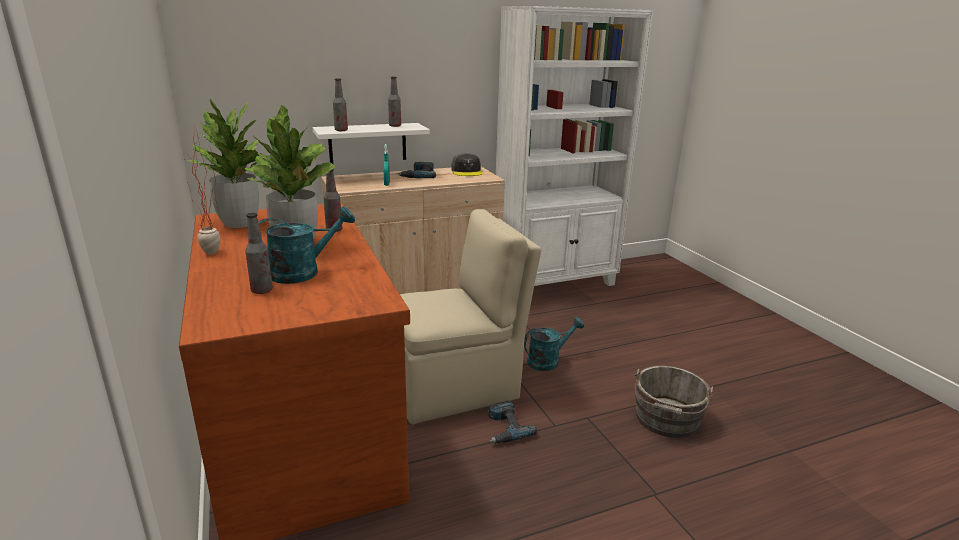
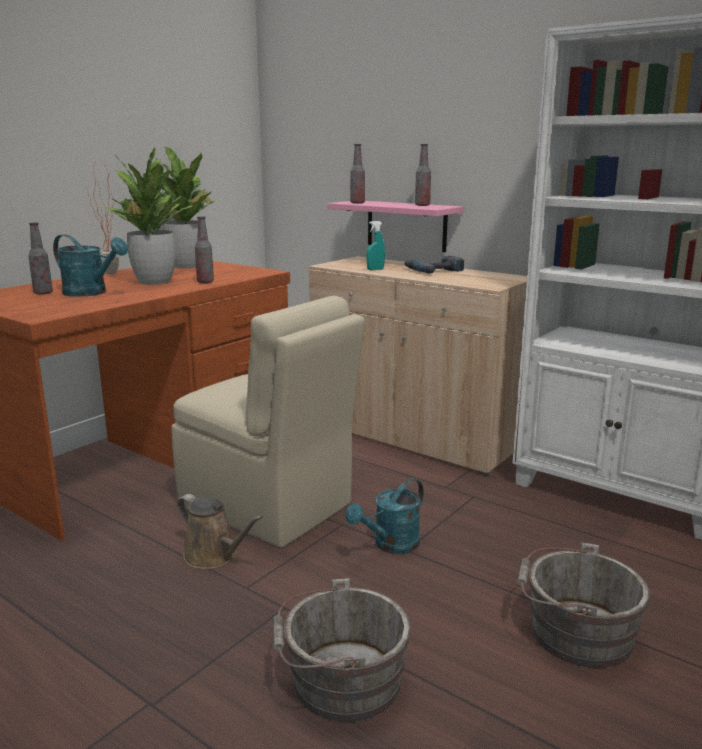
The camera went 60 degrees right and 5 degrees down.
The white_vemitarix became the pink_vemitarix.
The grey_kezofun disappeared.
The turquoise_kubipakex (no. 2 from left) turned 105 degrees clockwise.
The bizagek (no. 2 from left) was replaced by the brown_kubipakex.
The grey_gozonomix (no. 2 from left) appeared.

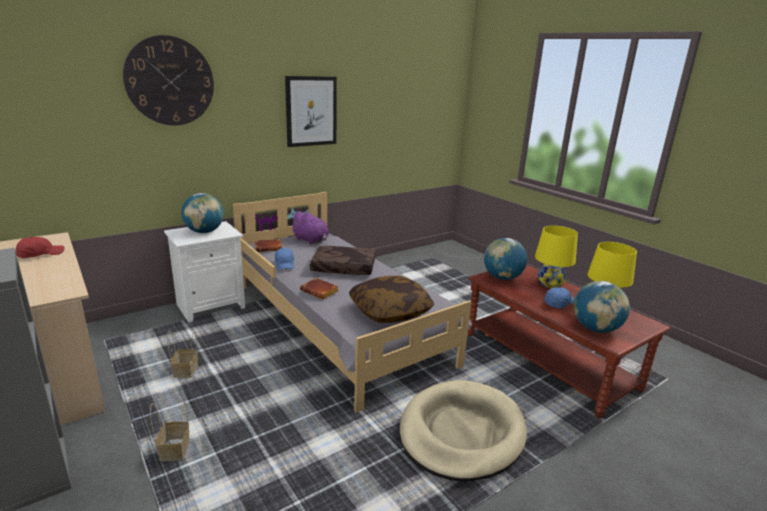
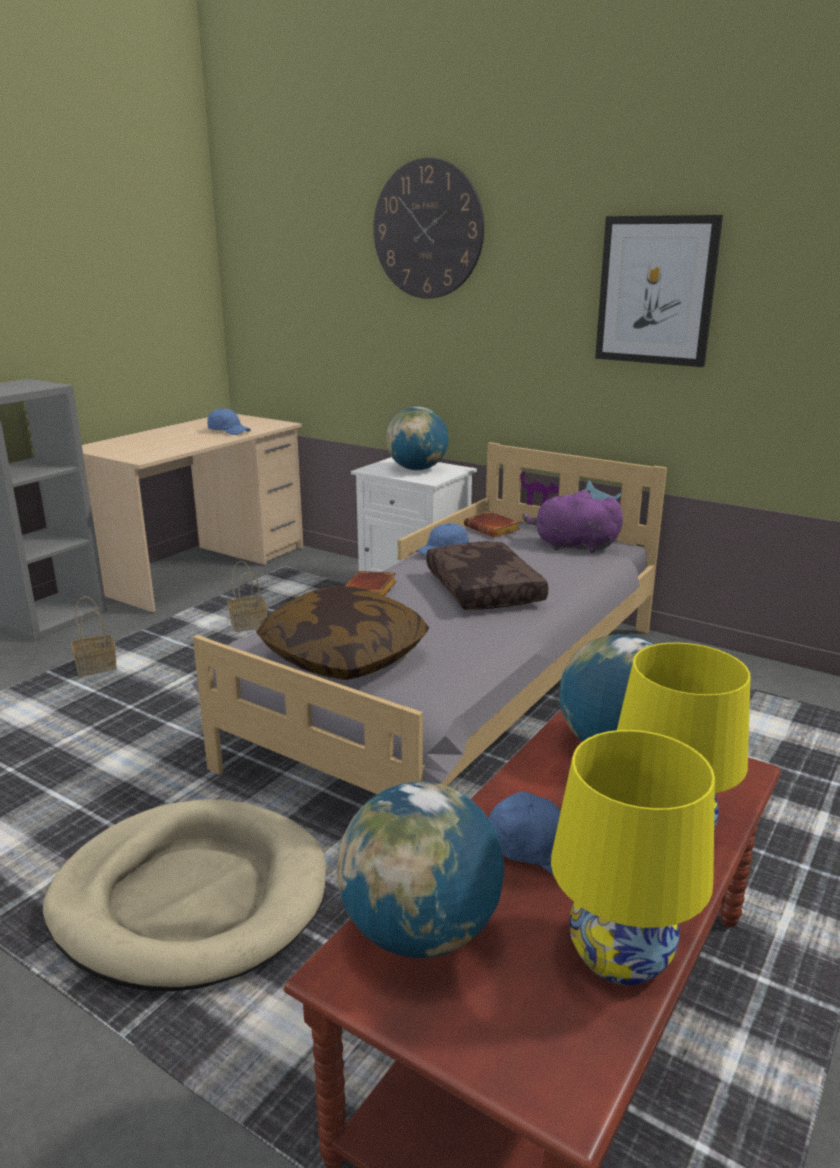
The camera went 70 degrees right and 0 degrees up.
The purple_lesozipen turned 90 degrees clockwise.
The red_kezofun became the blue_kezofun (no. 1 from left).

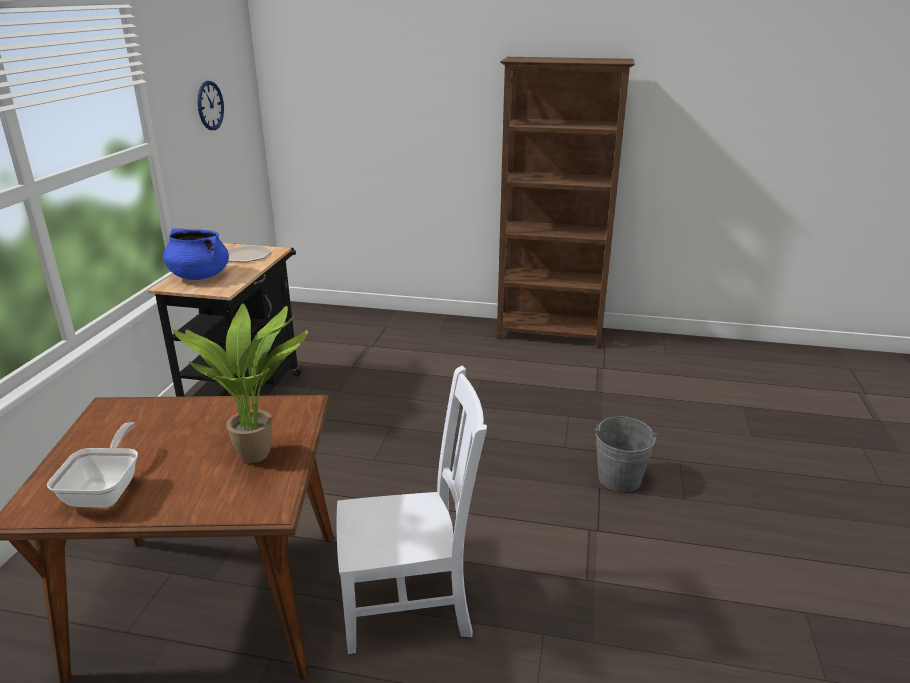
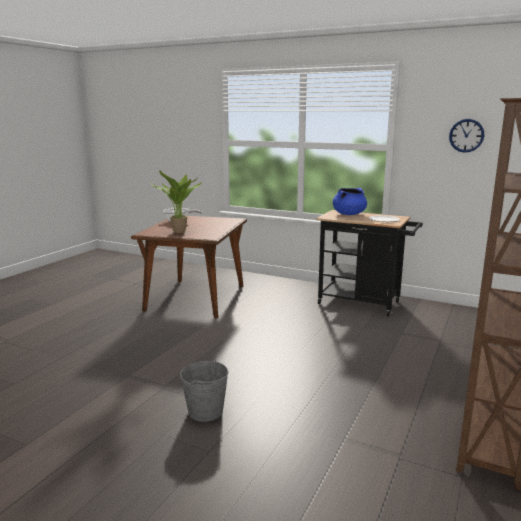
The camera went 105 degrees right and 10 degrees down.
The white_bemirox disappeared.

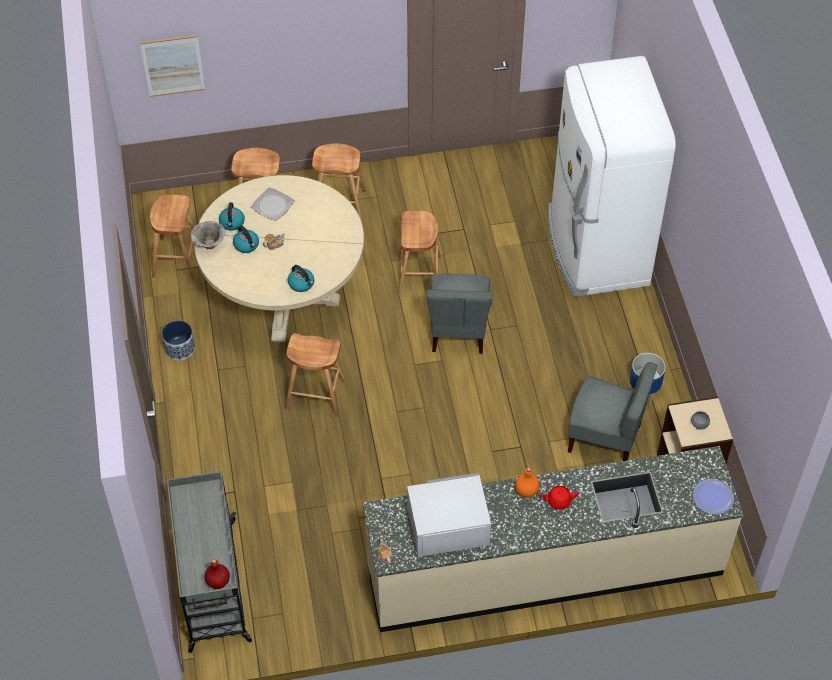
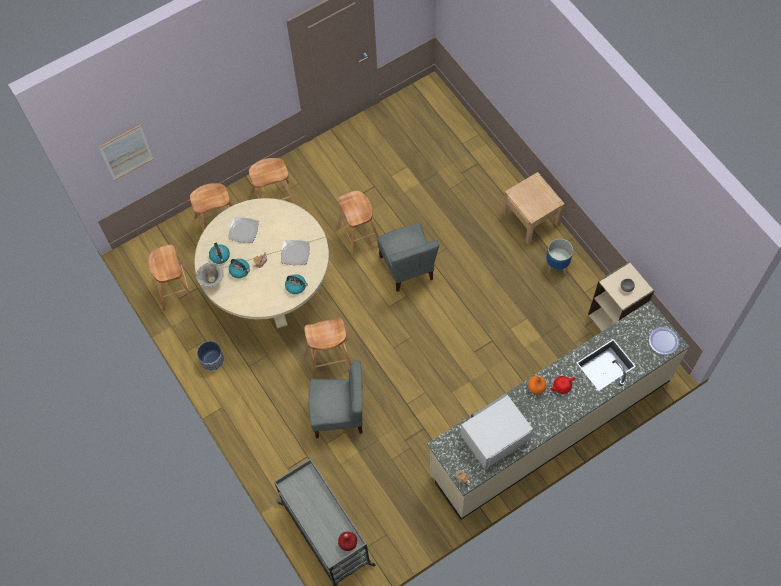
The camera went 20 degrees left and 10 degrees up.
The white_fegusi disappeared.
The grey_bemirox (no. 2 from left in the first image) moved.
The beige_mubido appeared.
The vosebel (no. 2 from left) appeared.

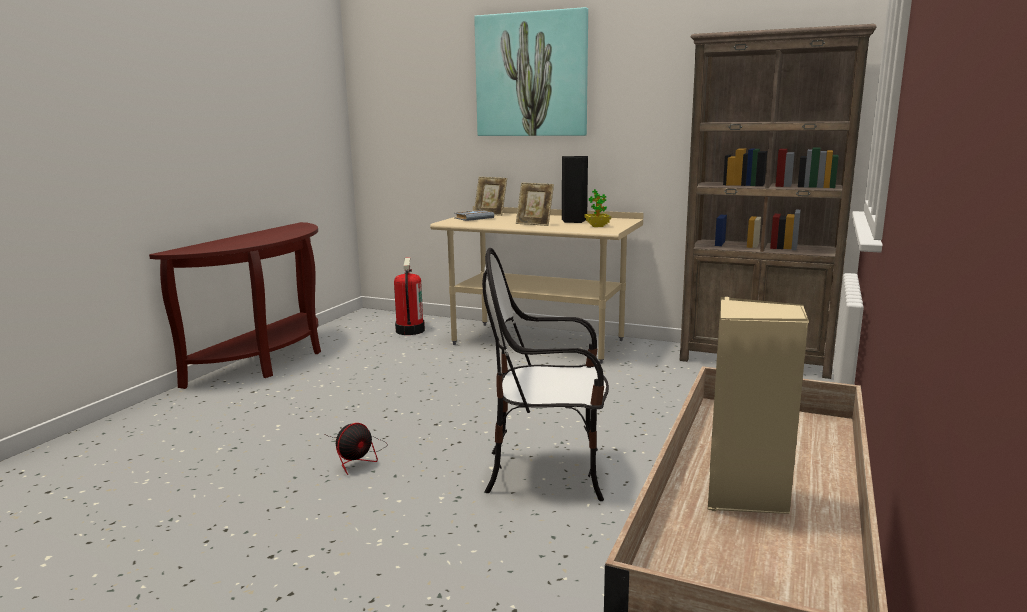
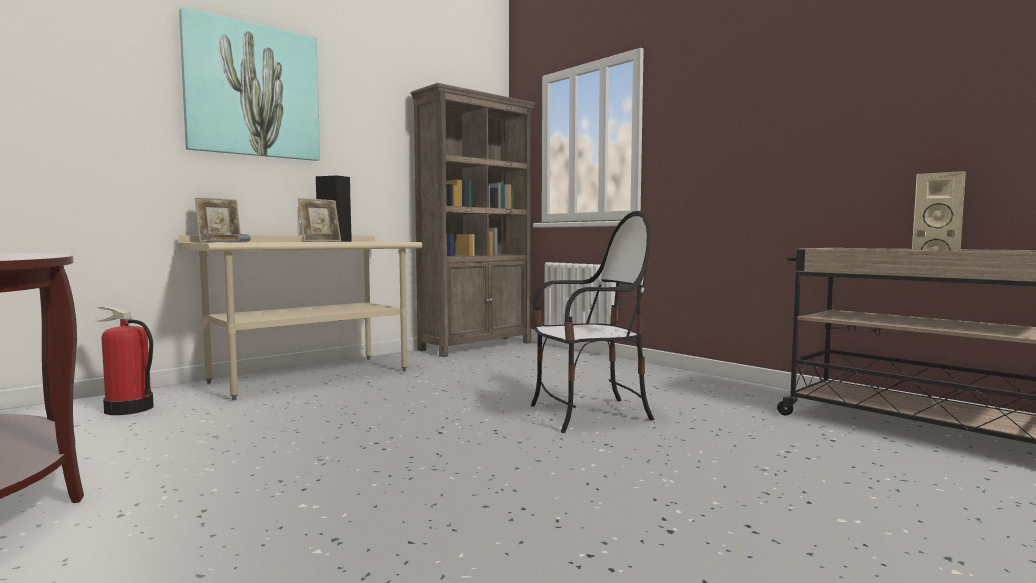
The camera went 65 degrees left and 10 degrees down.
The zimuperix disappeared.
The bemirox turned 135 degrees counterclockwise.
The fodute disappeared.

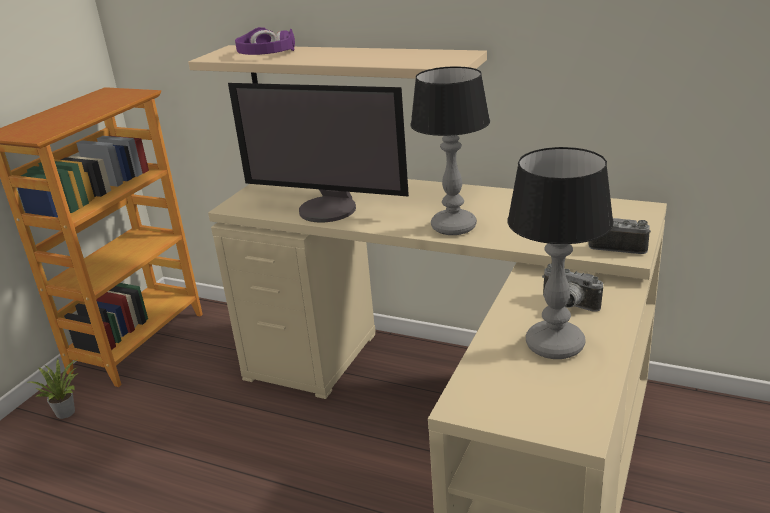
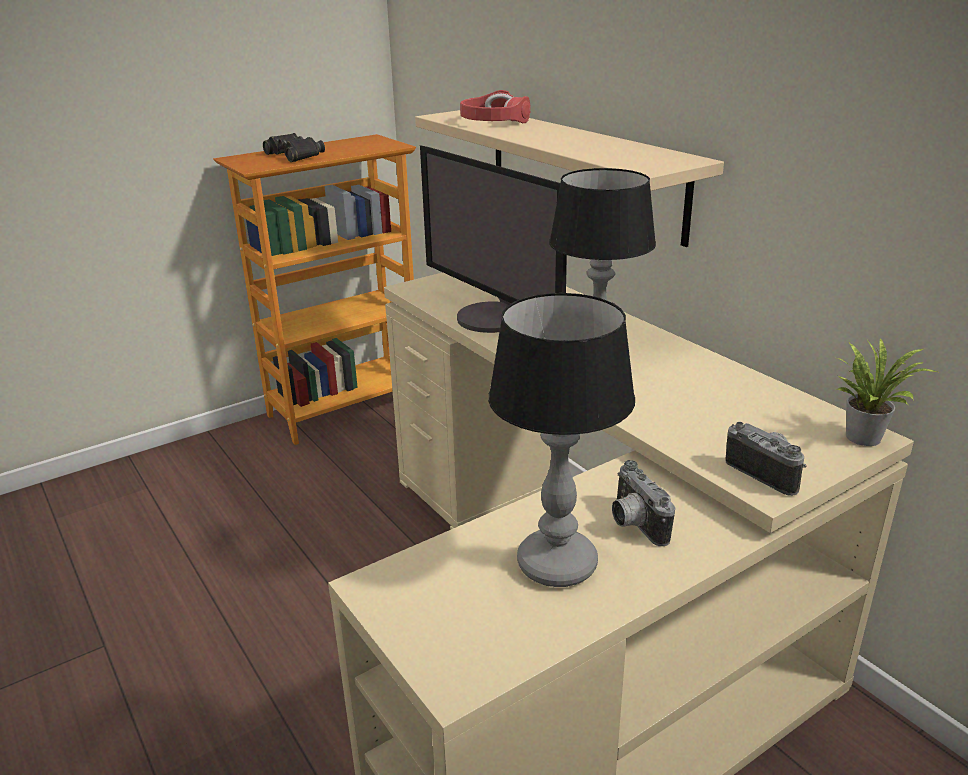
The camera went 30 degrees right and 0 degrees up.
The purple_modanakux became the red_modanakux.
The zimuperix moved.
The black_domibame appeared.

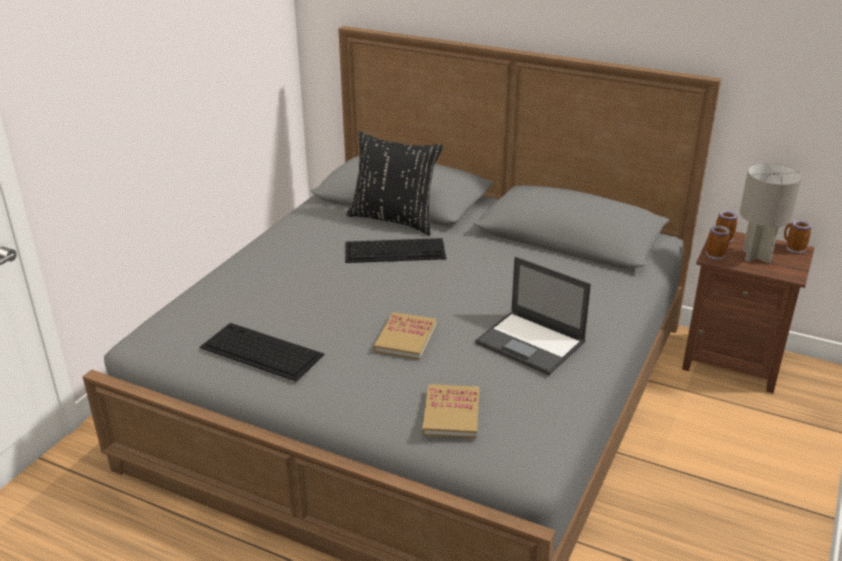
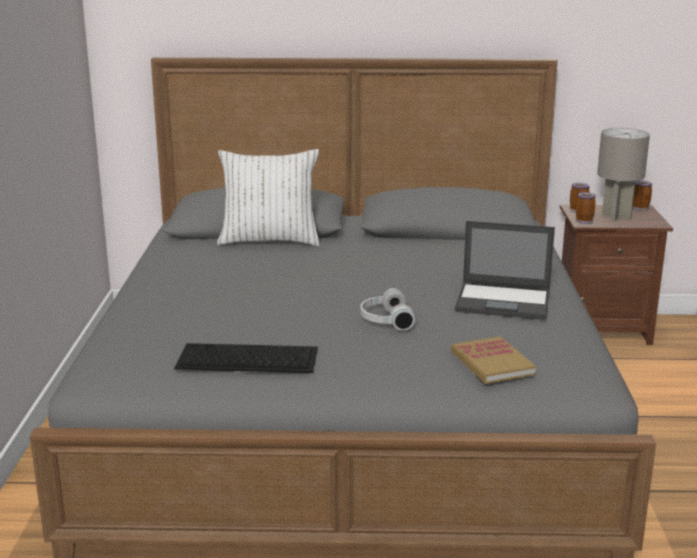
The camera went 25 degrees left and 10 degrees down.
The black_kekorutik became the white_kekorutik.
The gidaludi (no. 2 from left) disappeared.
The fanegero (no. 1 from left) was replaced by the white_modanakux.

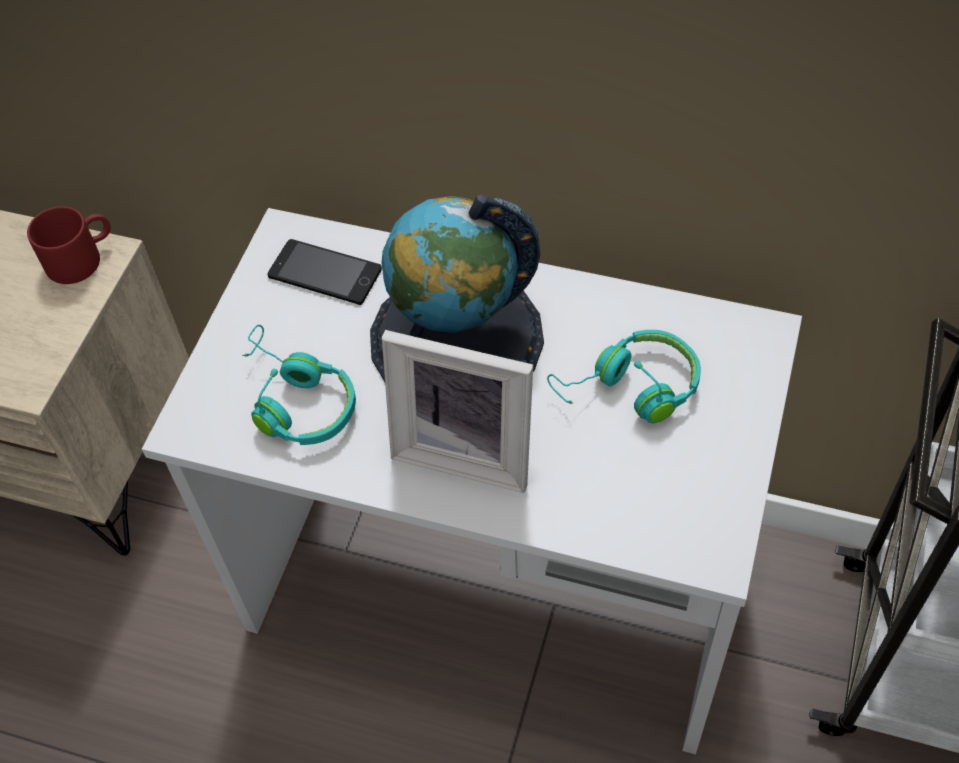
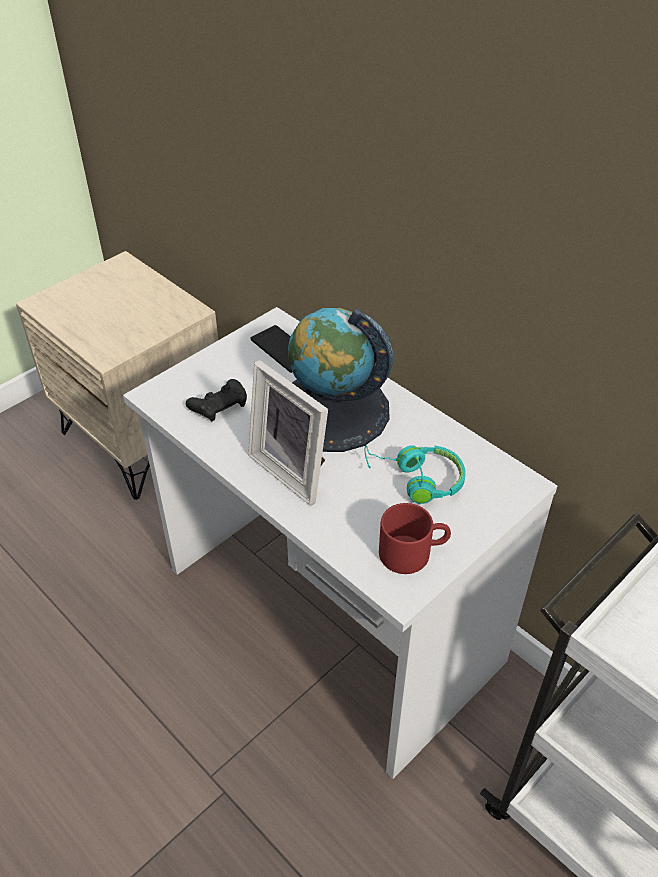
The camera went 25 degrees right and 10 degrees down.
The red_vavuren moved.
The turquoise_modanakux (no. 1 from left) was replaced by the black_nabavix.

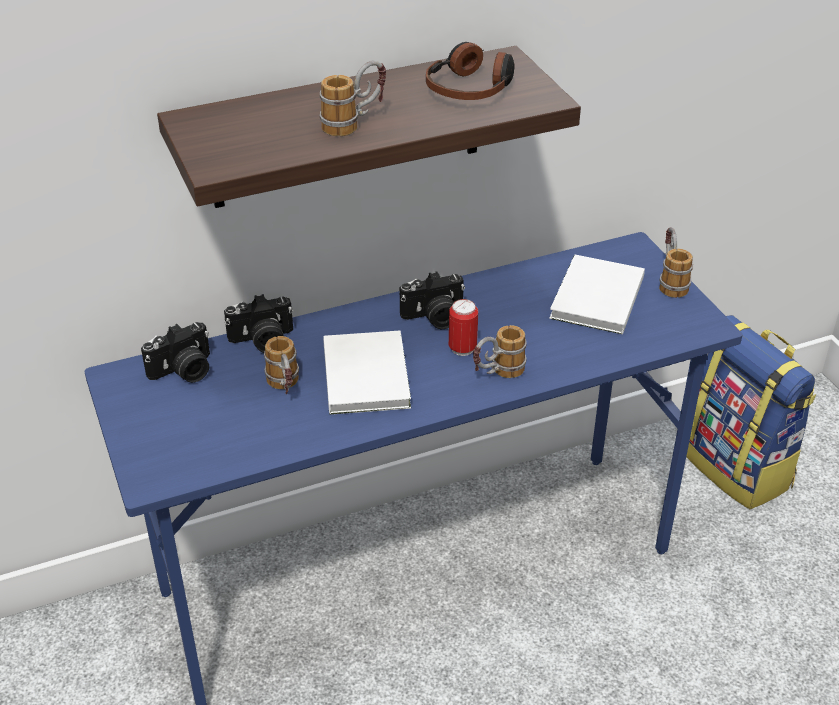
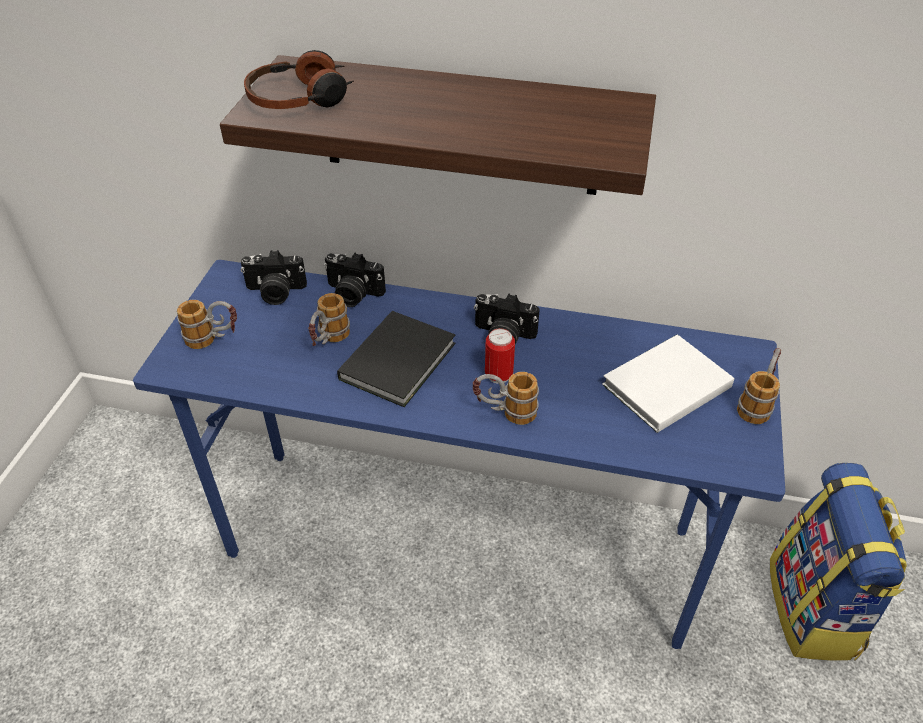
The camera went 35 degrees right and 5 degrees up.
The modanakux moved.
The vavuren (no. 2 from left in the first image) moved.
The white_fanegero (no. 1 from left) became the black_fanegero.

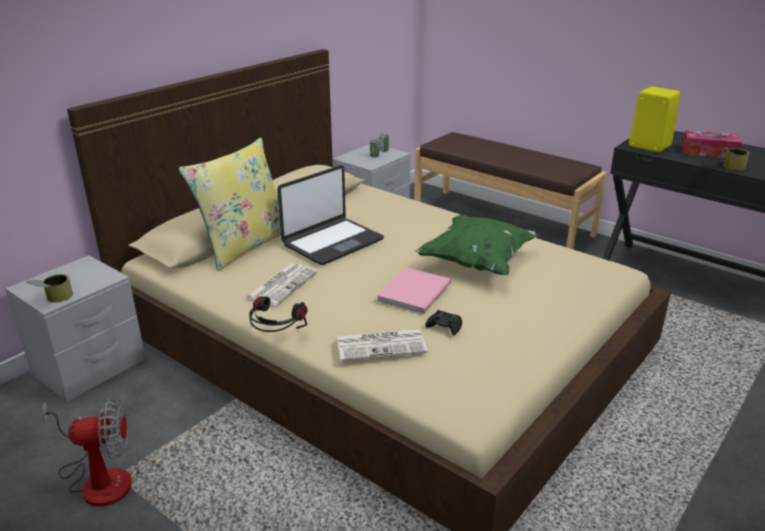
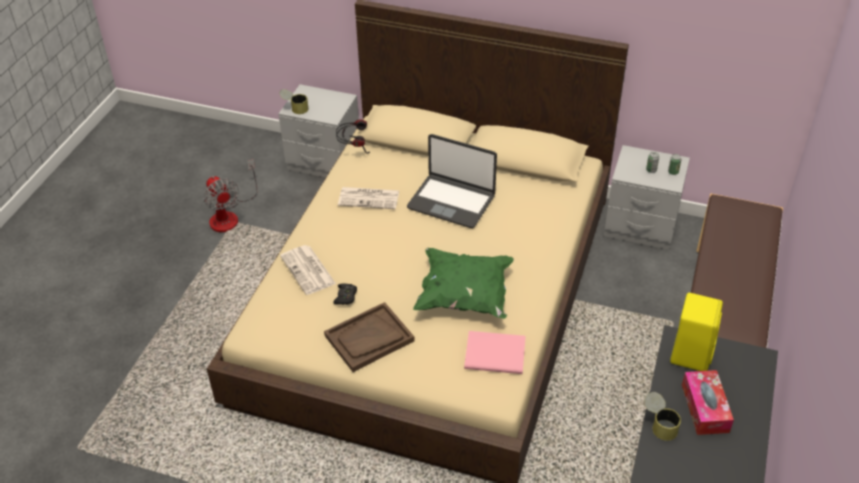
The camera went 70 degrees right and 15 degrees up.
The yellow_kekorutik disappeared.
The pink_fanegero moved.
The modanakux moved.
The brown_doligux appeared.

